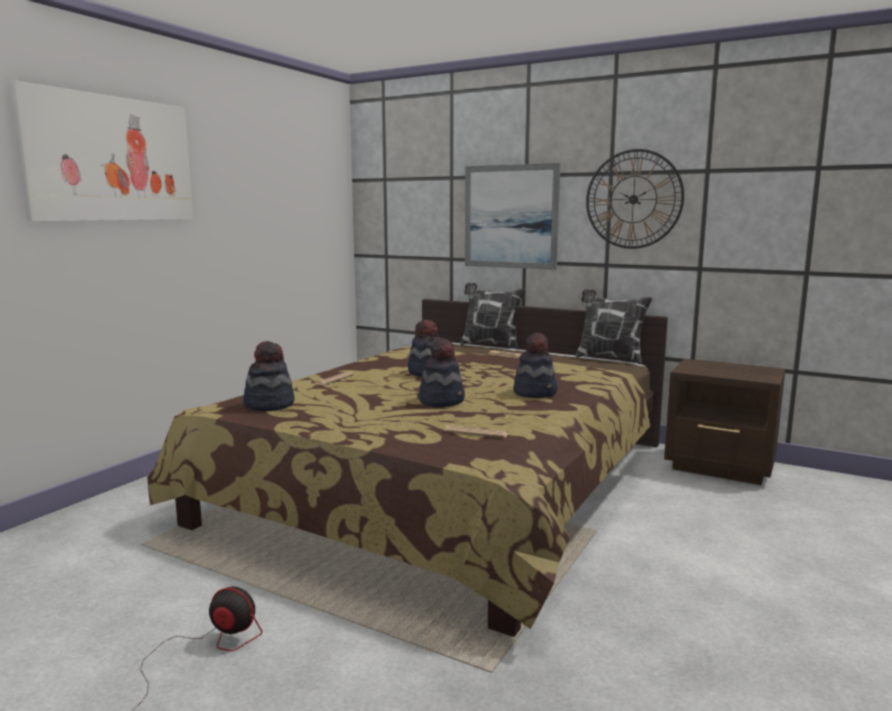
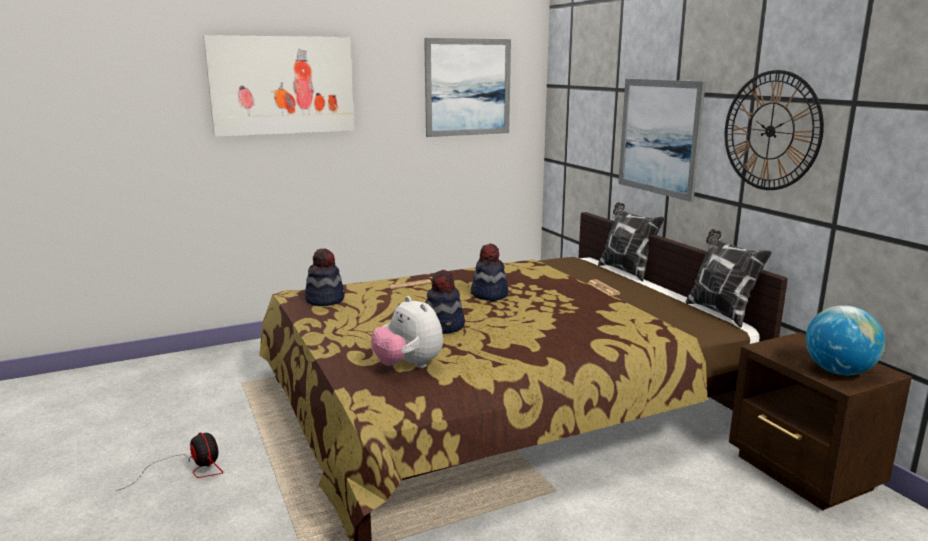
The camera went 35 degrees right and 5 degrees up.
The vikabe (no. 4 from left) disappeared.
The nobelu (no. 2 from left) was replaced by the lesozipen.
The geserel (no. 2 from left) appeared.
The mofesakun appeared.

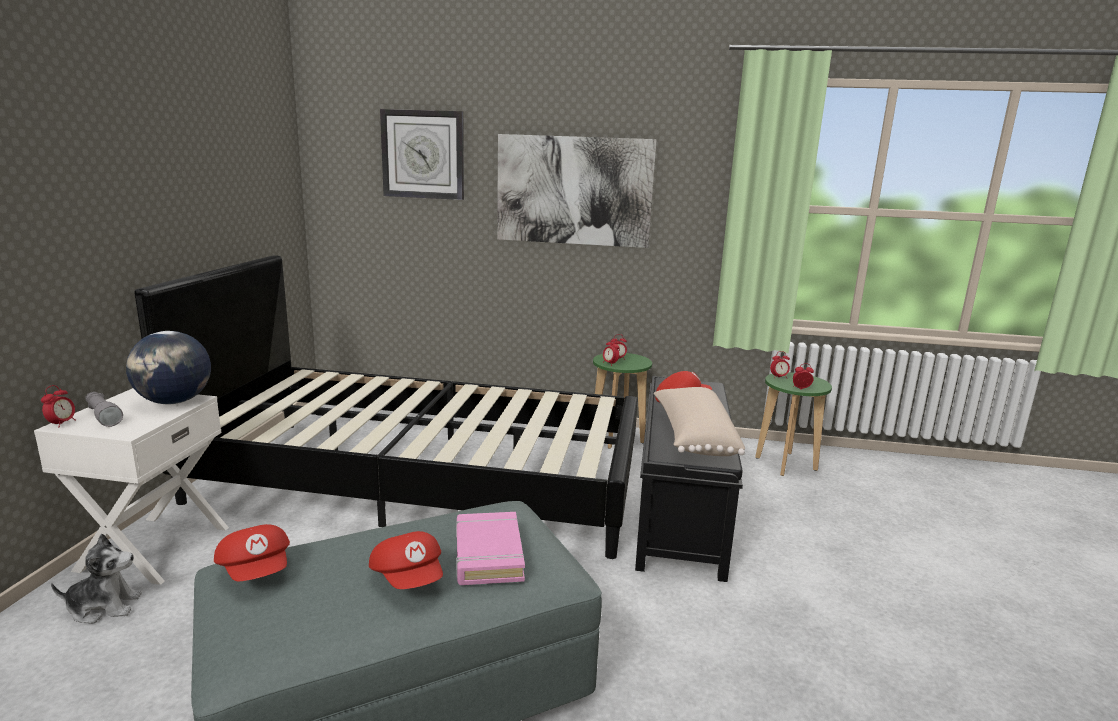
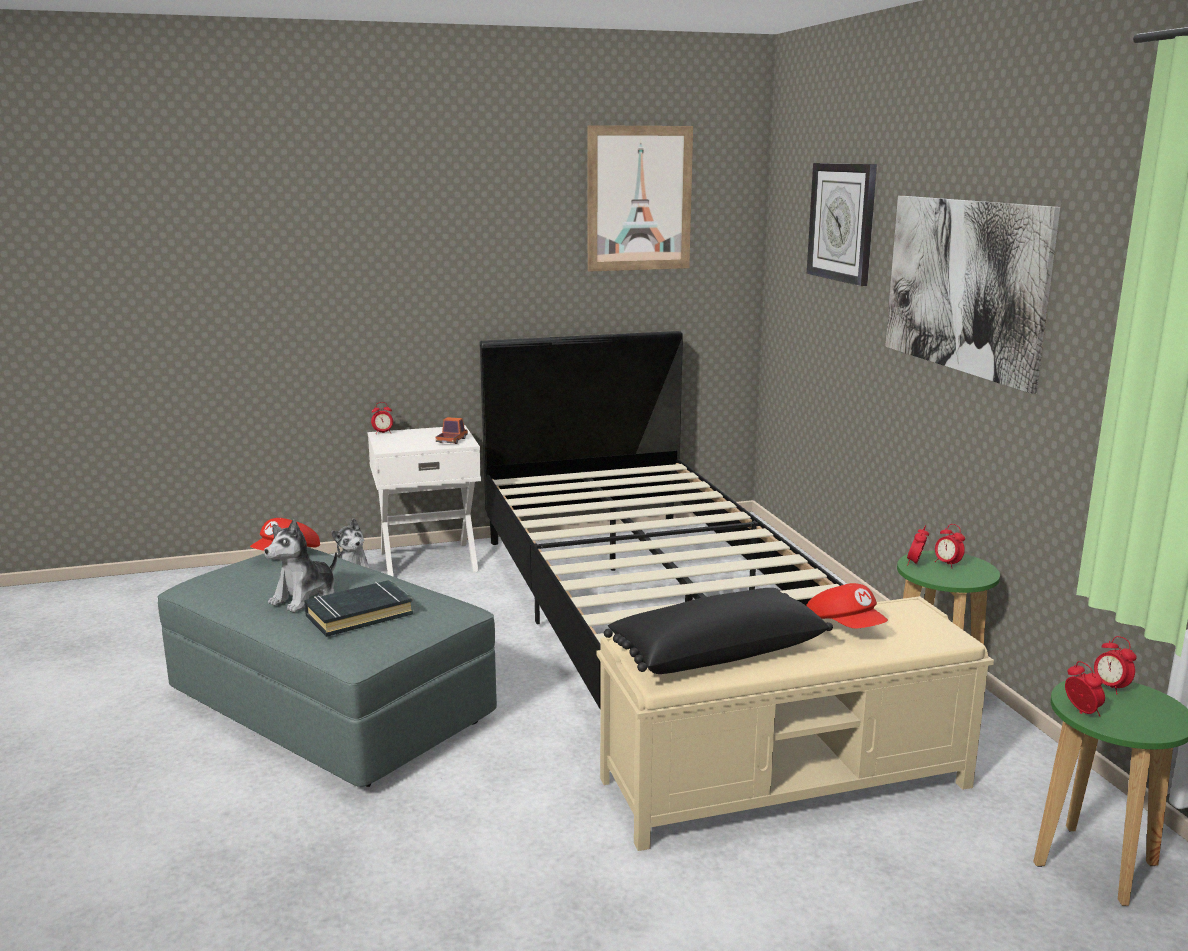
The camera went 65 degrees right and 0 degrees up.
The mofesakun was replaced by the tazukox.
The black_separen became the beige_separen.
The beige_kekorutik became the black_kekorutik.
The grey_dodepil disappeared.
The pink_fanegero became the black_fanegero.
The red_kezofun (no. 2 from left) was replaced by the lesozipen (no. 1 from left).
The geserel (no. 1 from left) appeared.

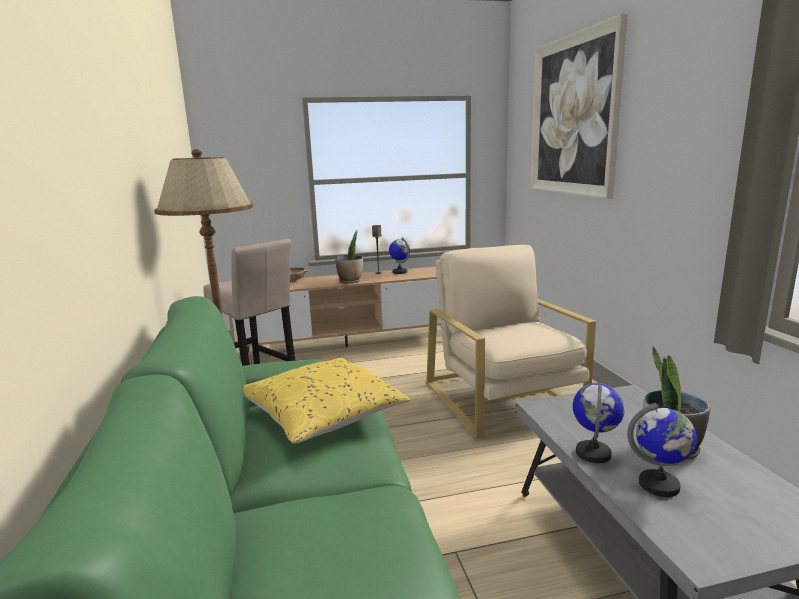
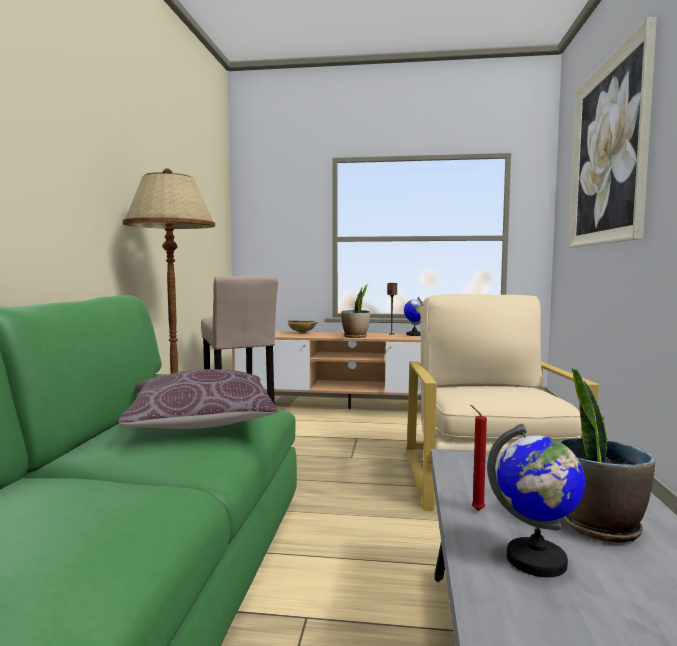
The camera went 20 degrees right and 10 degrees down.
The yellow_kekorutik became the brown_kekorutik.
The mofesakun (no. 2 from left) was replaced by the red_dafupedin.

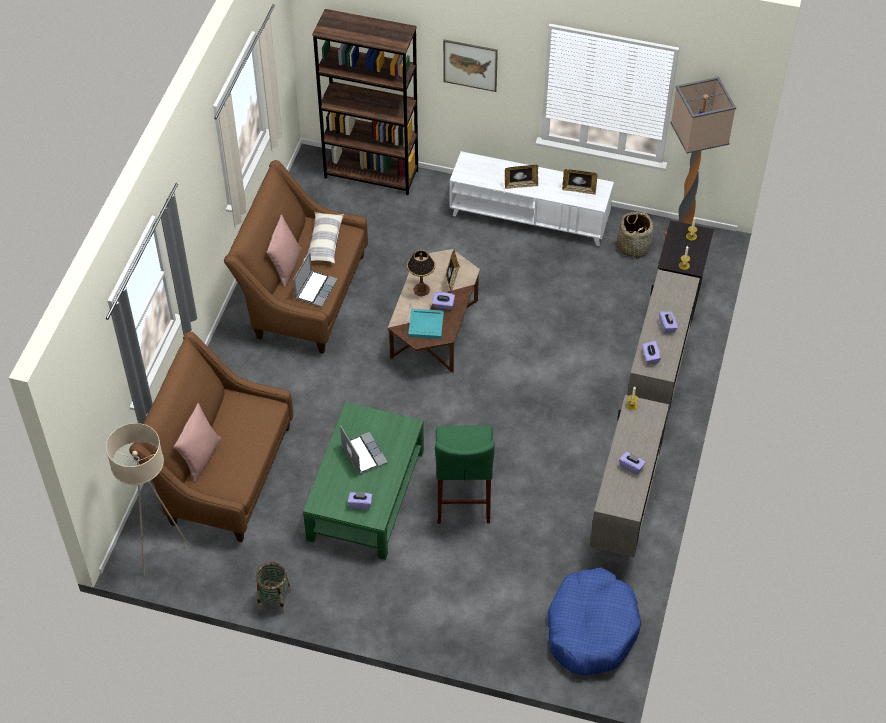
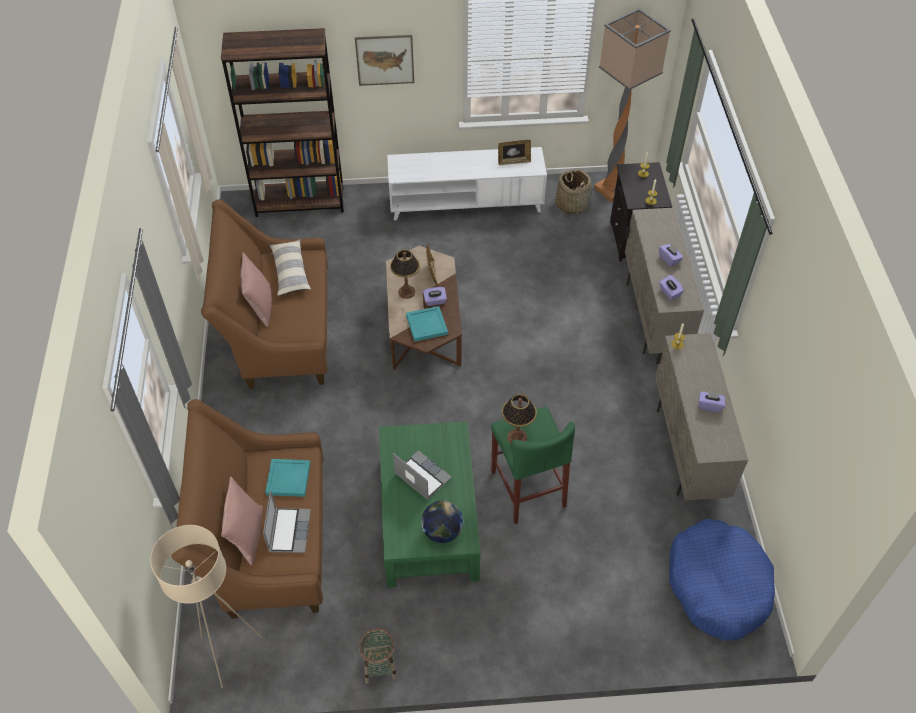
The camera went 20 degrees left and 0 degrees up.
The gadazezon (no. 2 from left) disappeared.
The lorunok (no. 1 from left) moved.
The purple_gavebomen (no. 1 from left) was replaced by the mofesakun.
The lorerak (no. 2 from left) appeared.
The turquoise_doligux (no. 1 from left) appeared.

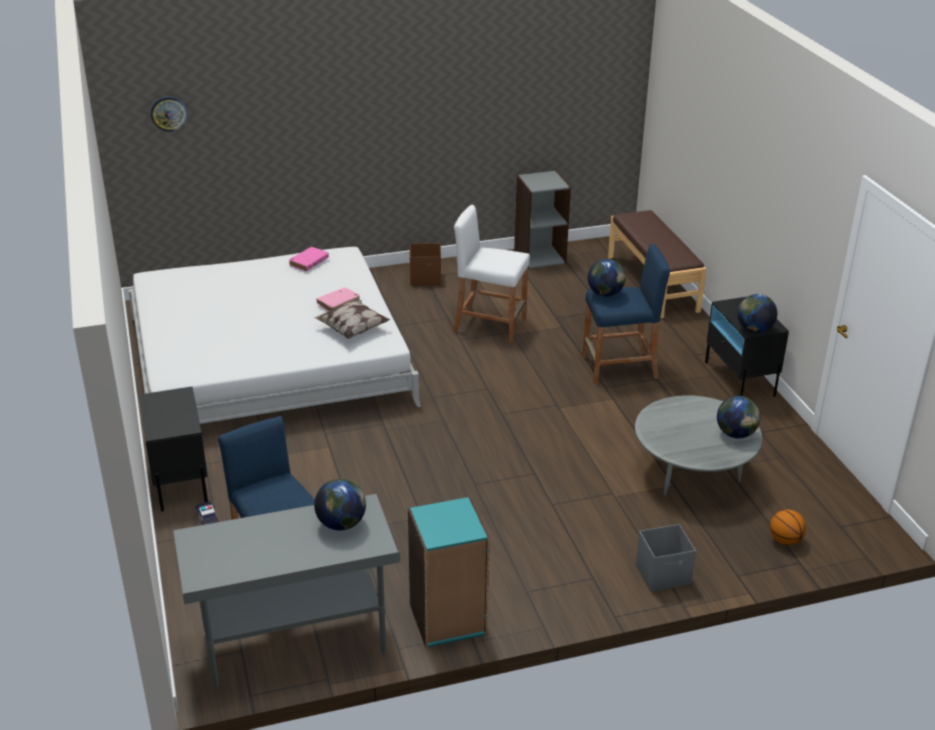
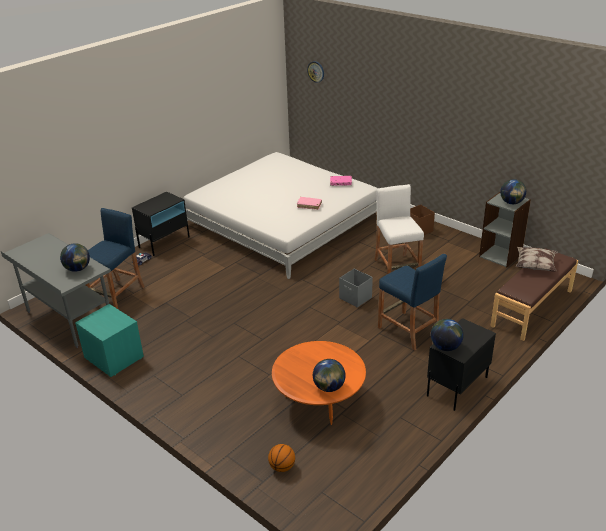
The camera went 60 degrees right and 0 degrees up.
The mofesakun (no. 2 from left in the first image) moved.
The kekorutik moved.
The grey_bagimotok became the orange_bagimotok.
The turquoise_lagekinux was replaced by the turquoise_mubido.
The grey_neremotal moved.

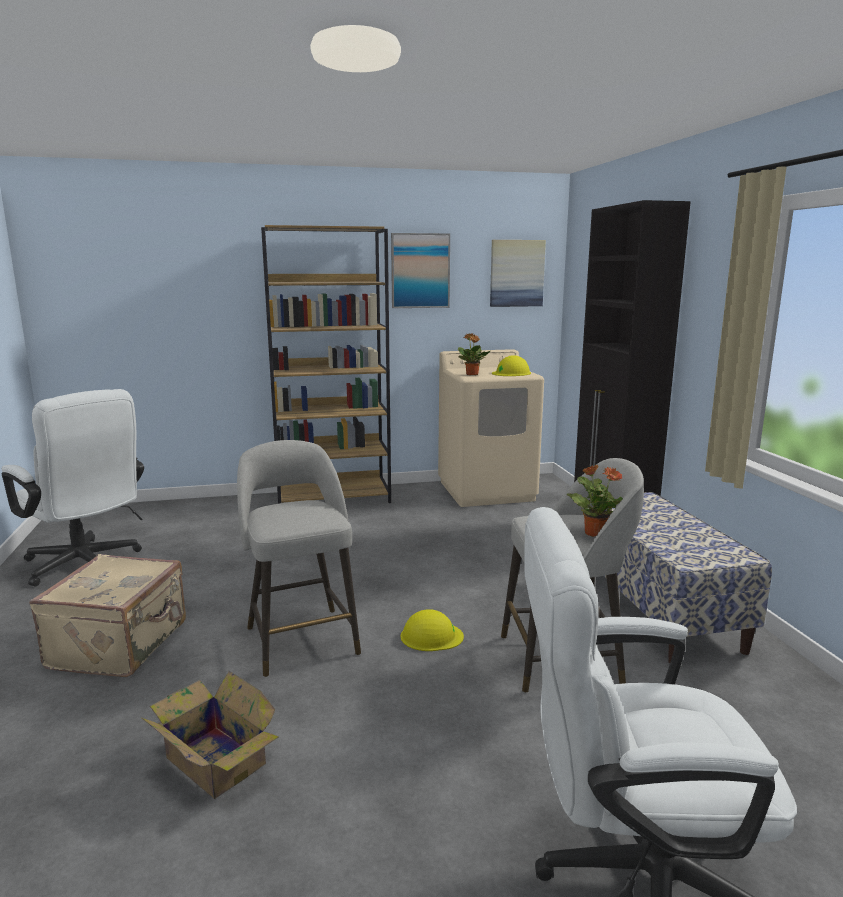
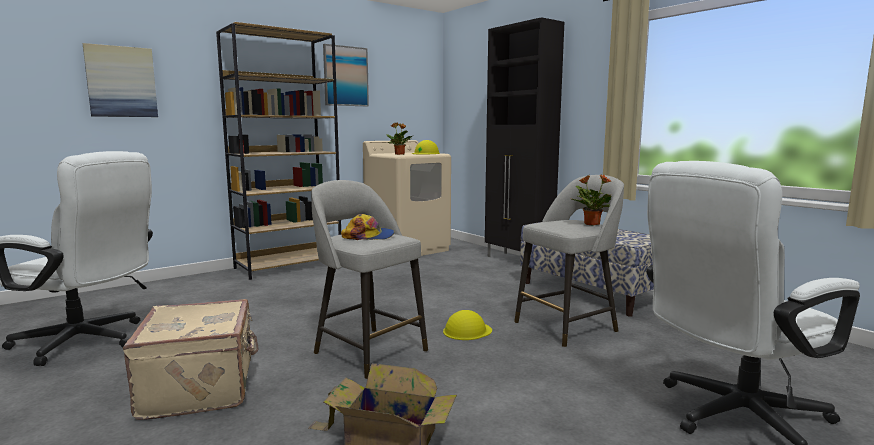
The camera went 25 degrees left and 5 degrees down.
The geserel (no. 2 from left in the first image) moved.
The kezofun appeared.

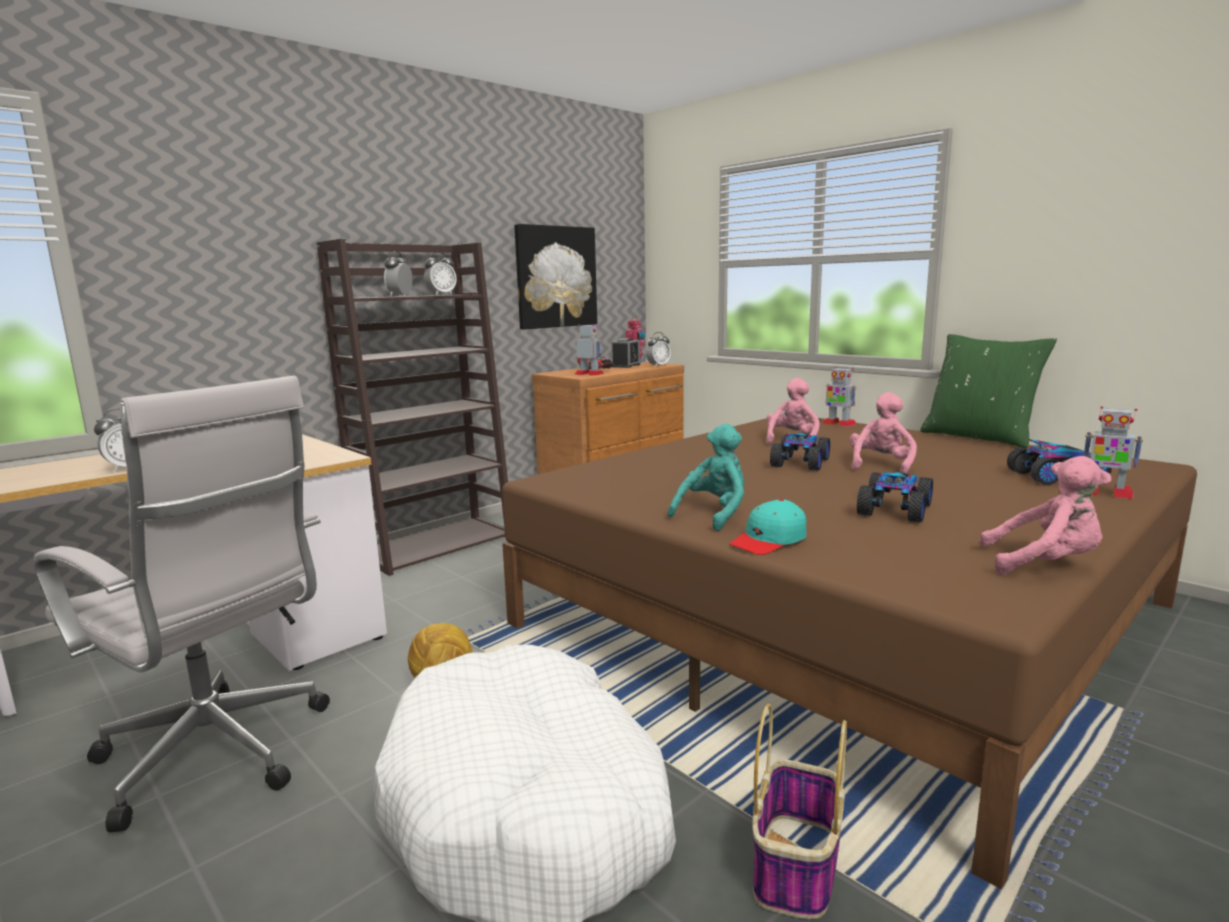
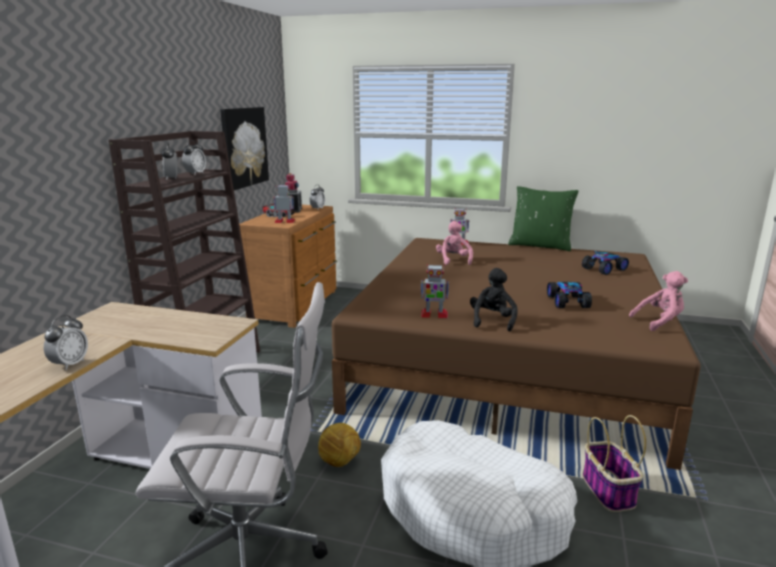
The camera went 30 degrees left and 5 degrees up.
The pink_lesozipen (no. 2 from left) disappeared.
The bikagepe (no. 4 from left in the first image) moved.
The turquoise_lesozipen became the black_lesozipen.
The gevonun (no. 1 from left) disappeared.
The turquoise_kezofun disappeared.

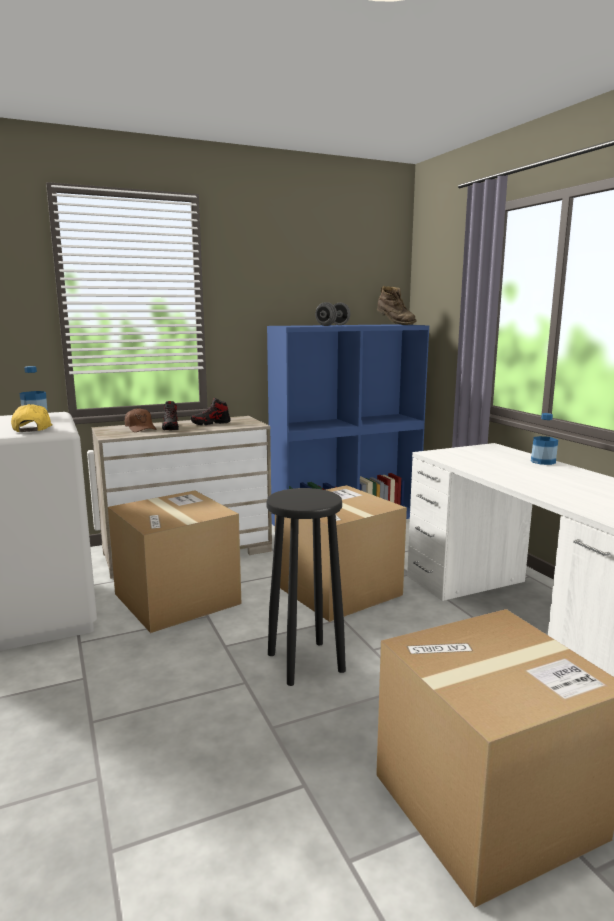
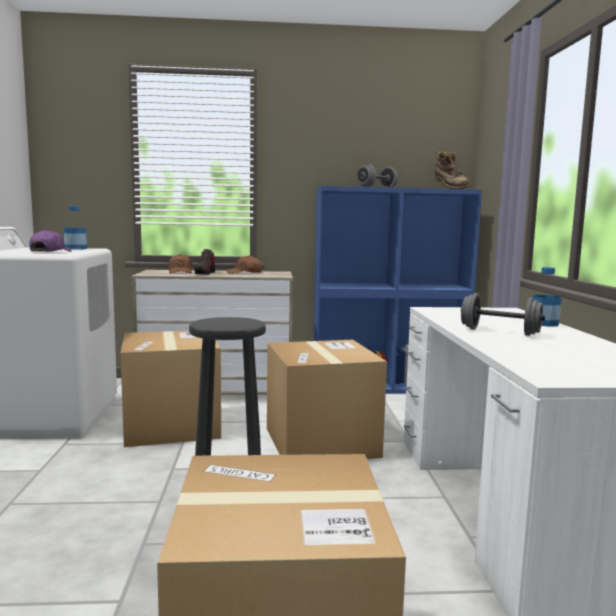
The camera went 20 degrees right and 5 degrees down.
The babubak (no. 2 from left) was replaced by the brown_kezofun (no. 2 from left).
The yellow_kezofun became the purple_kezofun.
The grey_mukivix (no. 2 from left) appeared.

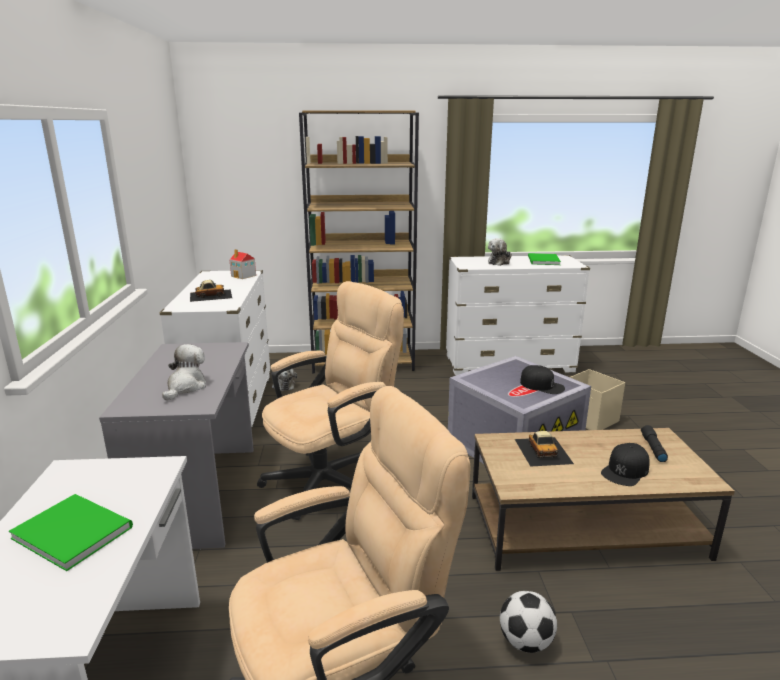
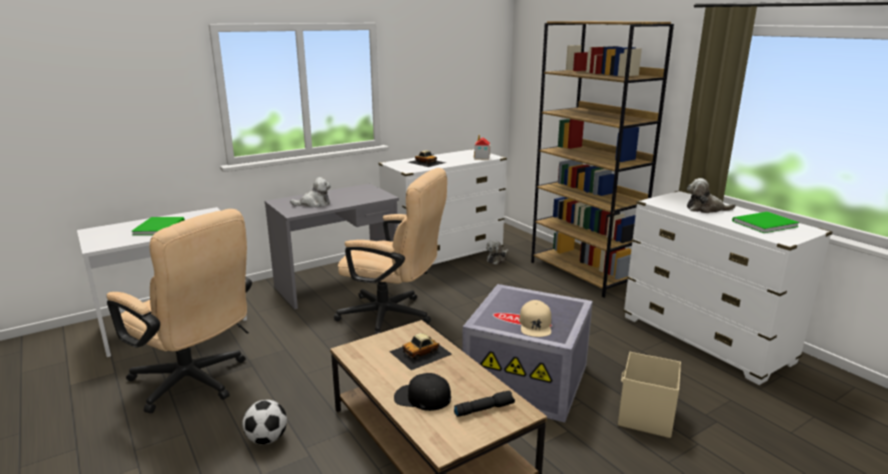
The camera went 60 degrees right and 0 degrees up.
The black_kezofun (no. 1 from left) became the beige_kezofun.

